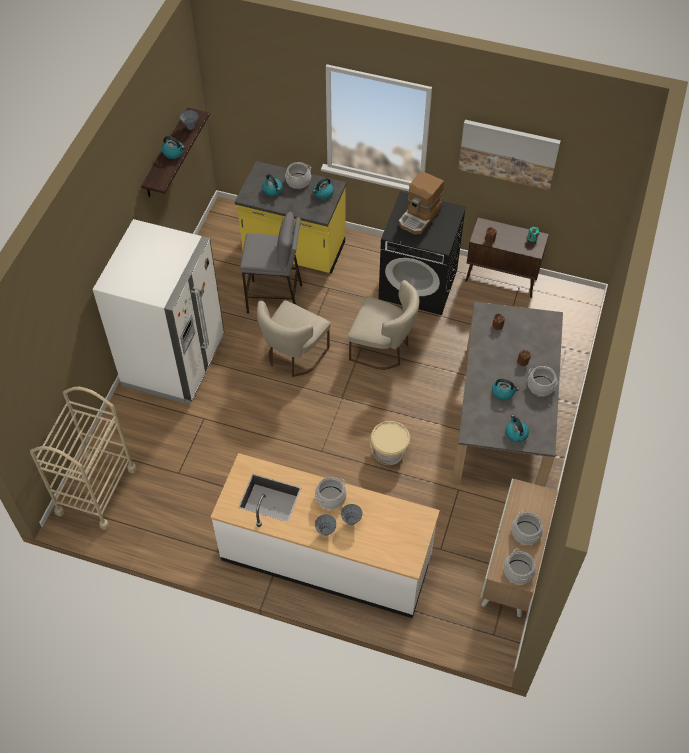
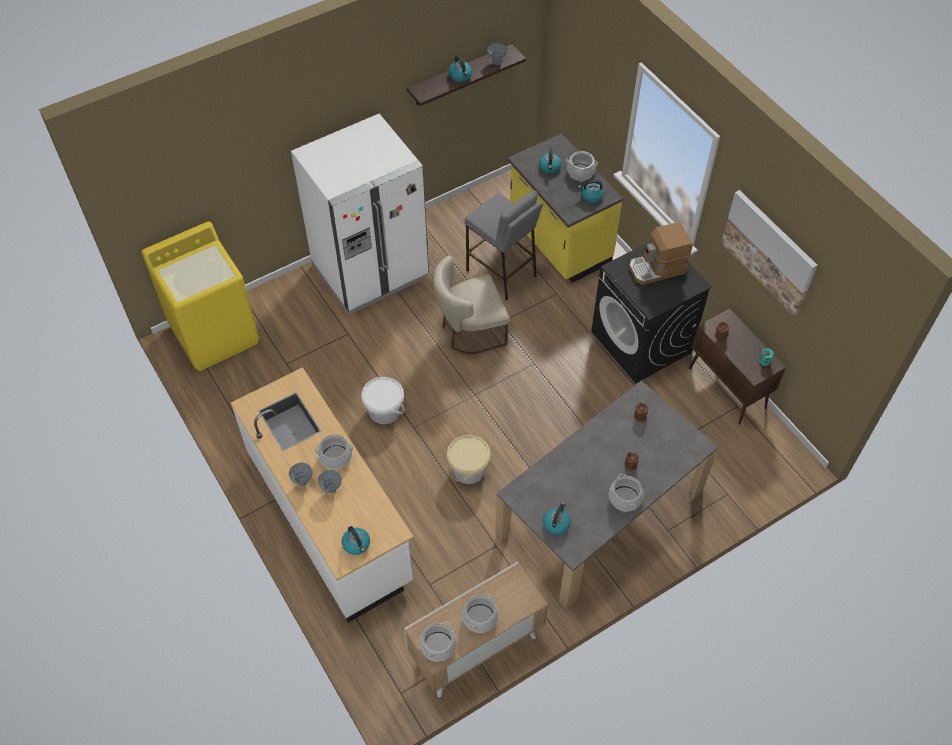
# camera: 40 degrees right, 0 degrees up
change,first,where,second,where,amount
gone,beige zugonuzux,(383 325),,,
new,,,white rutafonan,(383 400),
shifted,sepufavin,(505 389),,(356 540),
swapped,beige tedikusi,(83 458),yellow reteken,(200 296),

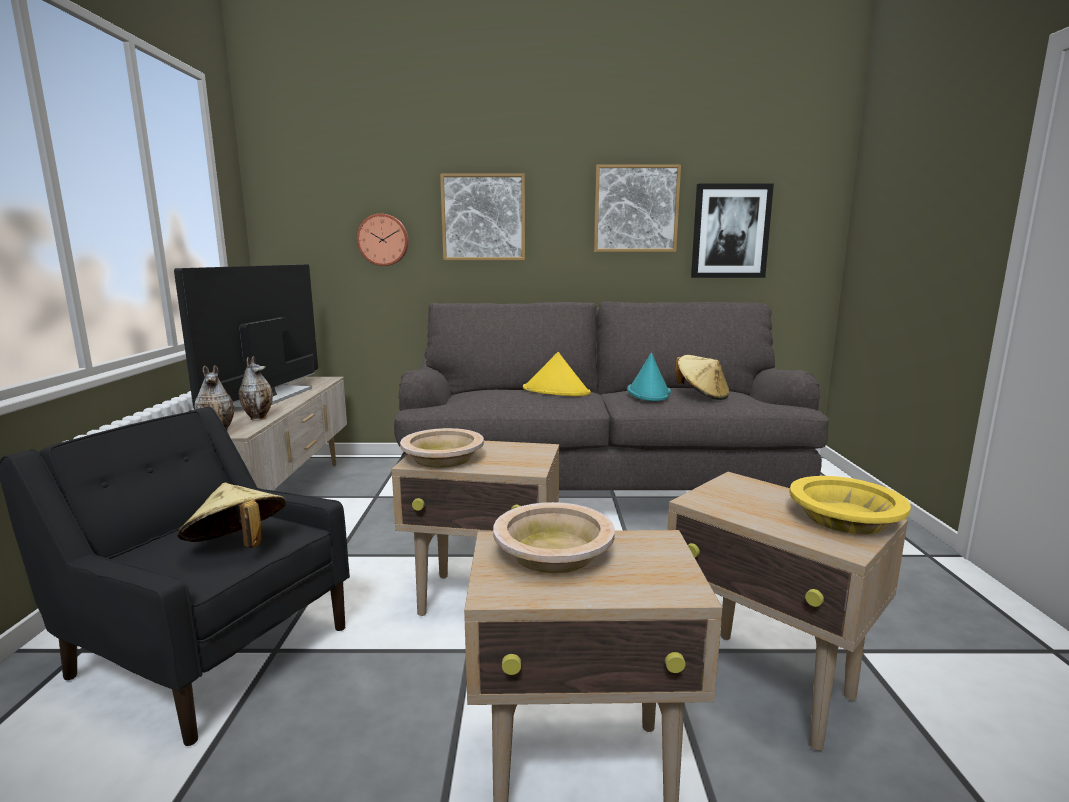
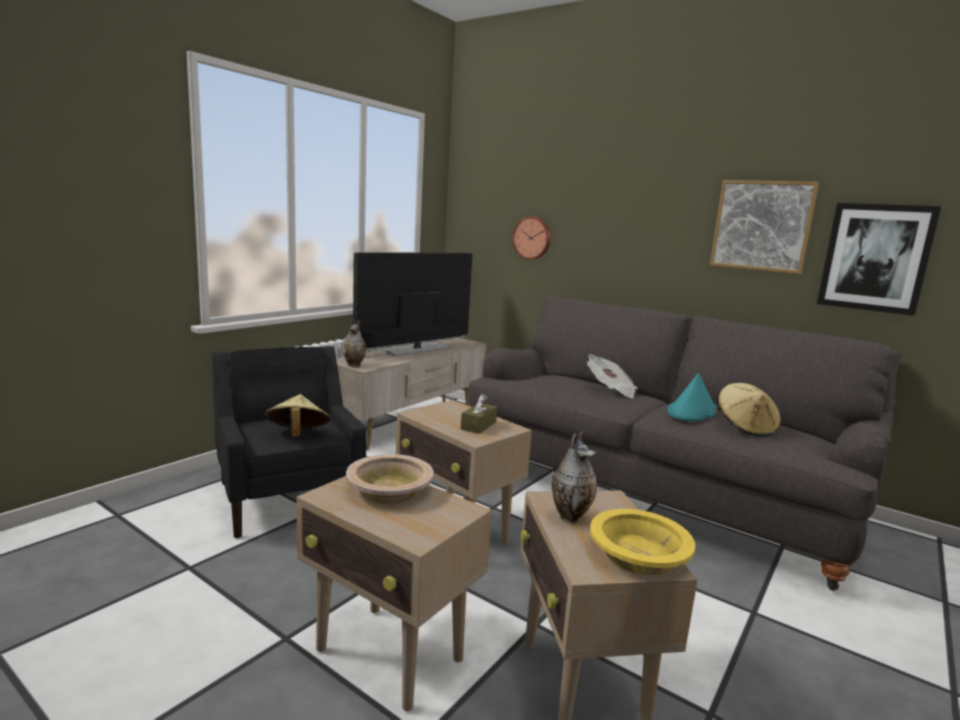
# camera: 35 degrees right, 0 degrees up
change,first,where,second,where,amount
gone,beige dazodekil,(442 448),,,
gone,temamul,(482 216),,,
new,,,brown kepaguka,(479 414),
shifted,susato,(255 388),,(574 477),
swapped,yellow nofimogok,(557 374),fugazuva,(612 376),

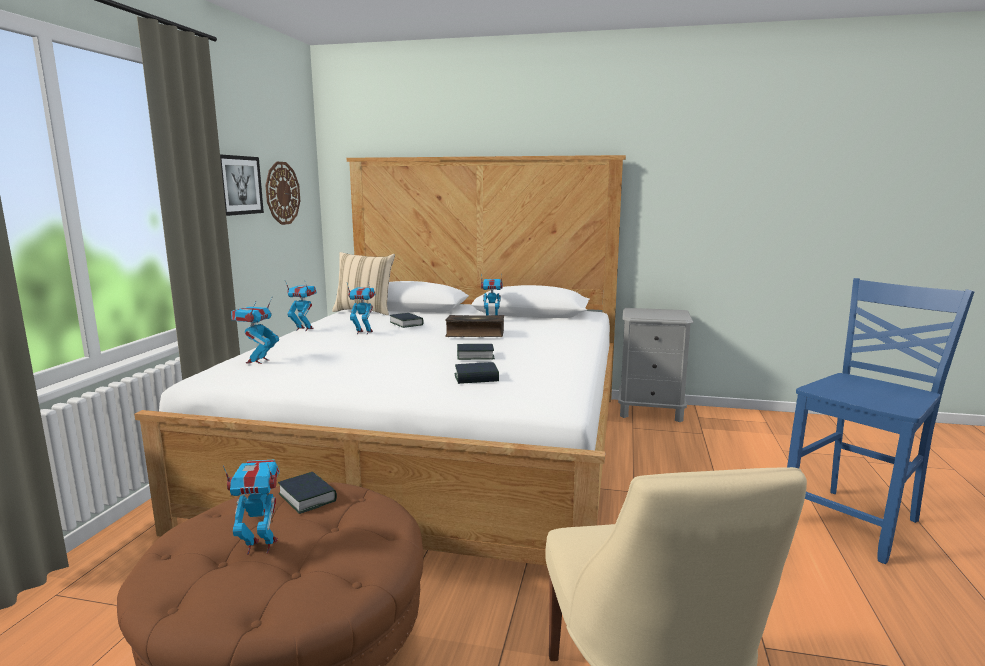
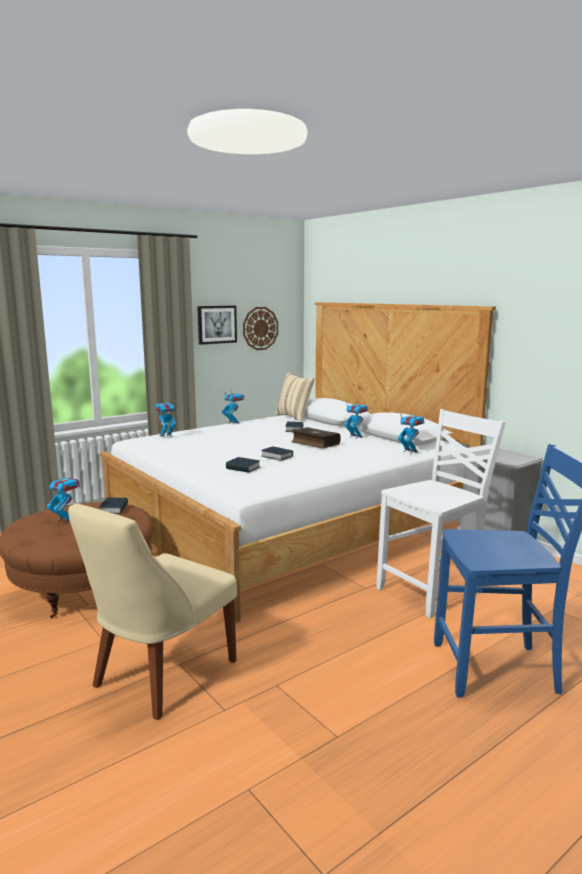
# camera: 40 degrees right, 0 degrees up
change,first,where,second,where,amount
new,,,white zugonuzux,(441 513),
shifted,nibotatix,(361 308),,(411 432),

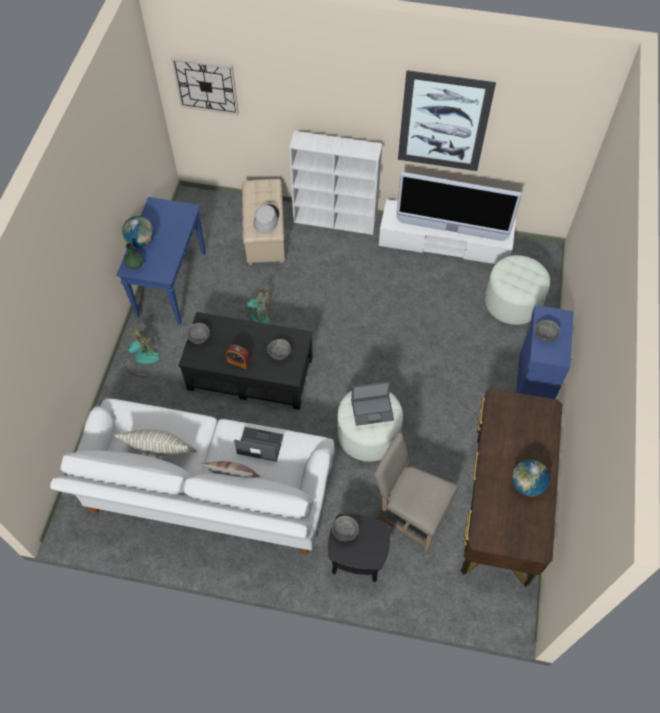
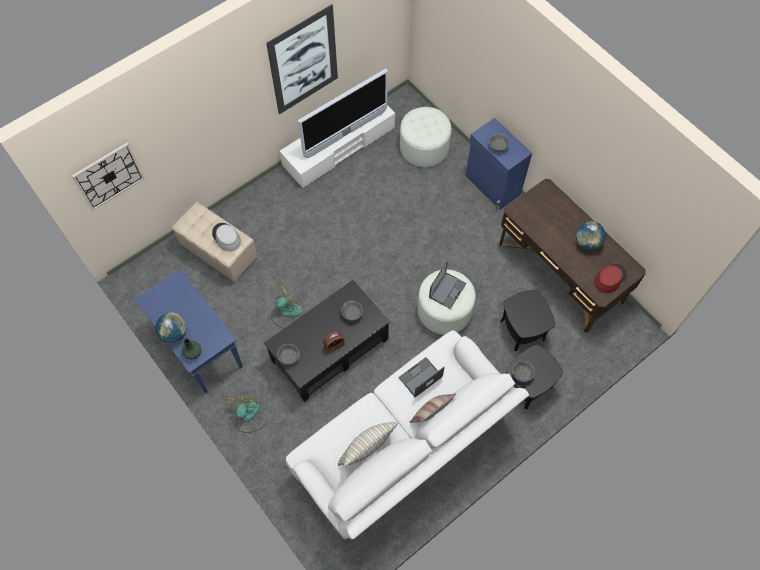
# camera: 50 degrees left, 5 degrees up
change,first,where,second,where,amount
gone,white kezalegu,(335 183),,,
new,,,red nofimogok,(610 278),
swapped,beige zugonuzux,(416 492),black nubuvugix,(527 320),

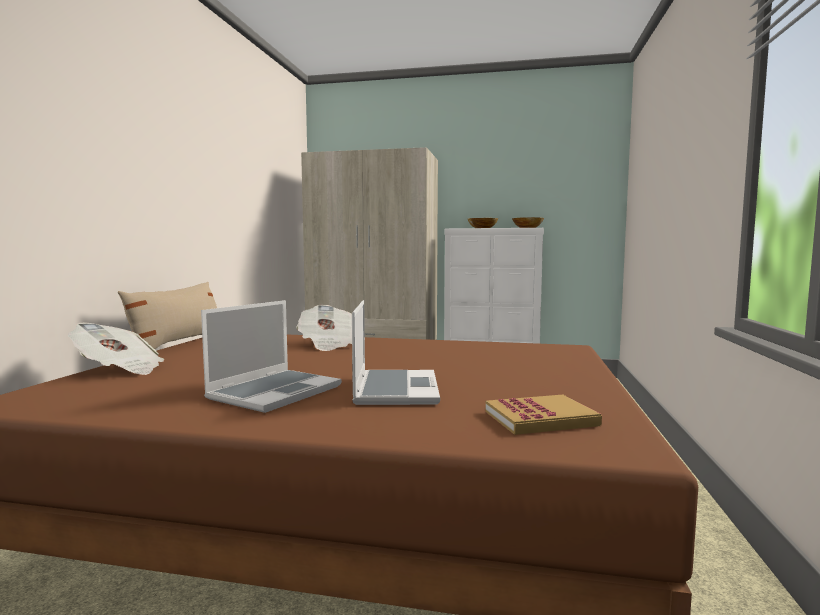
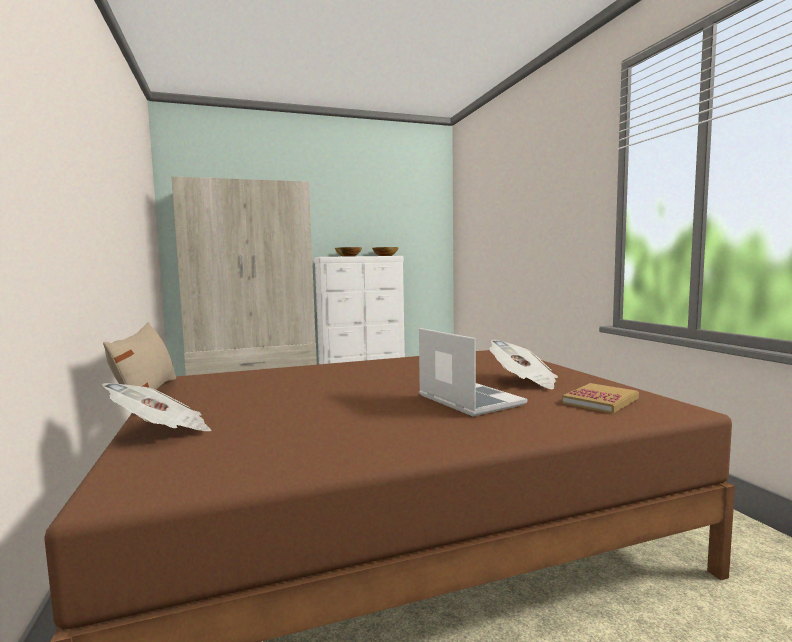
# camera: 30 degrees left, 0 degrees up
change,first,where,second,where,amount
gone,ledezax,(271 356),,,
shifted,fugazuva,(324 328),,(523 365),

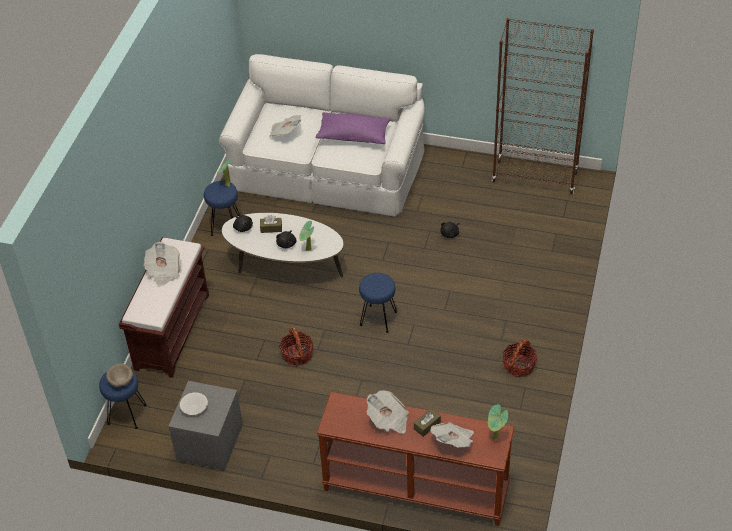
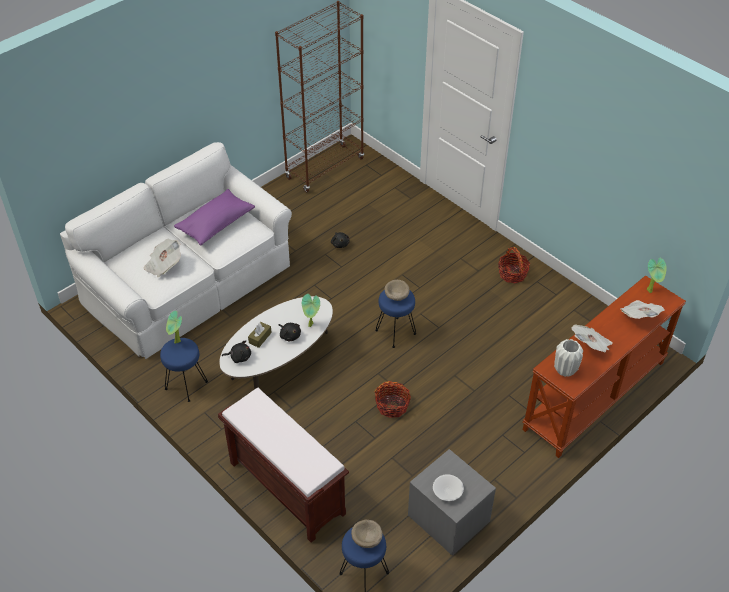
# camera: 60 degrees left, 0 degrees up
change,first,where,second,where,amount
gone,fugazuva,(162 264),,,
gone,brown kepaguka,(427 422),,,
new,,,beige dazodekil,(397 290),
new,,,white susato,(568 358),

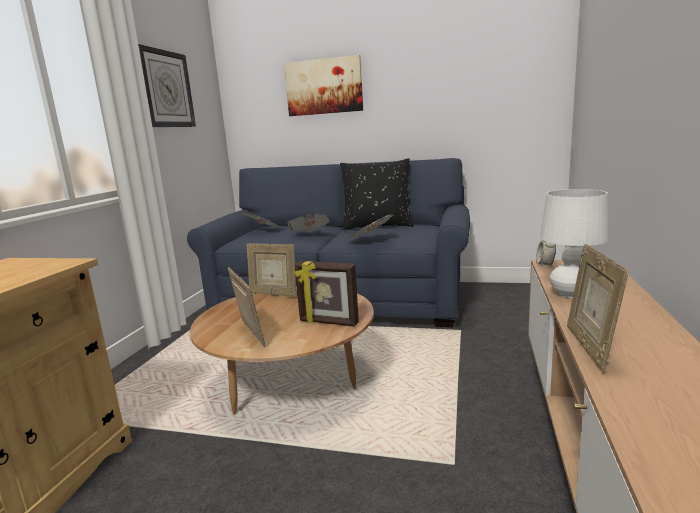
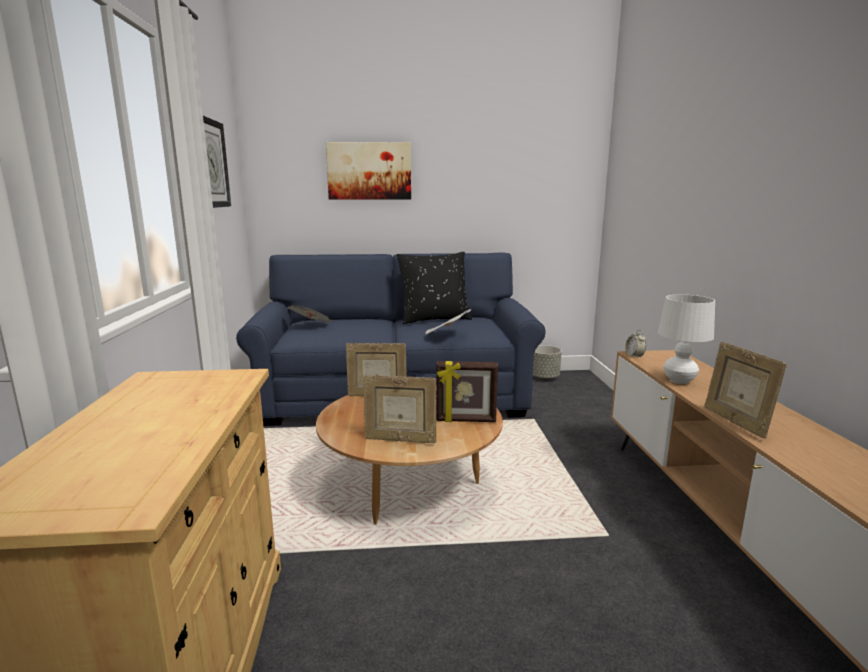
# camera: 20 degrees left, 0 degrees up
change,first,where,second,where,amount
gone,fugazuva,(308 222),,,
new,,,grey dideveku,(547 362),
rotated,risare,(247 307),,(399 409),150 degrees clockwise

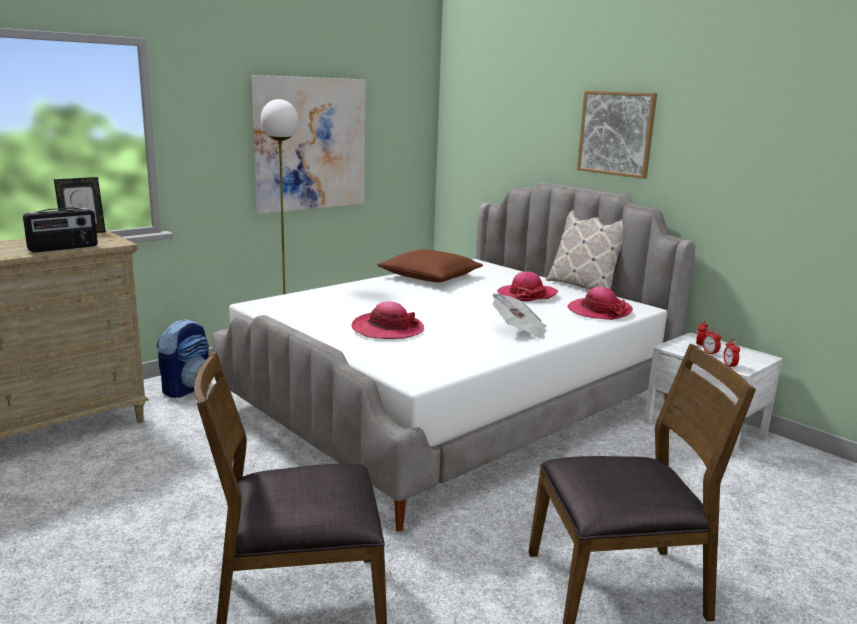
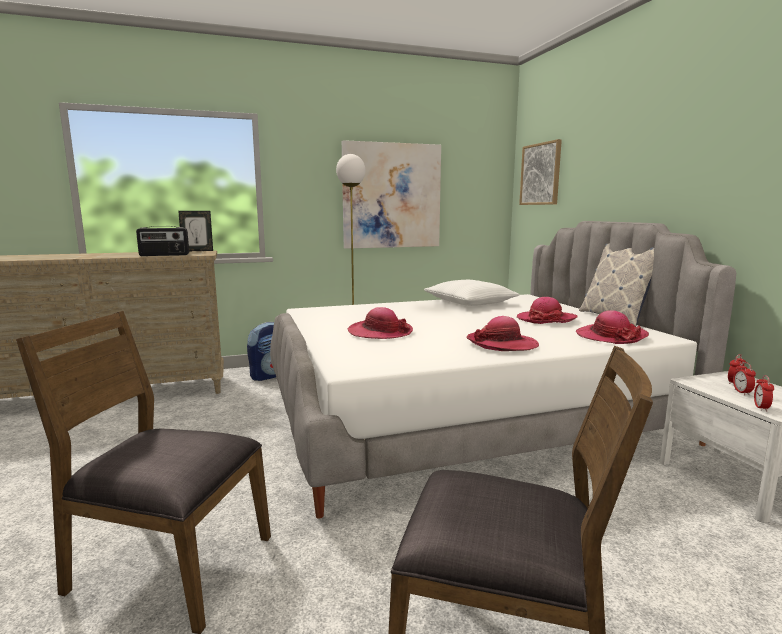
# camera: 25 degrees right, 5 degrees down
change,first,where,second,where,amount
shifted,temamul,(617 135),,(540 172),
swapped,fugazuva,(519 316),nofimogok,(502 333),
repainted,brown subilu,(430 266),white subilu,(472 293),

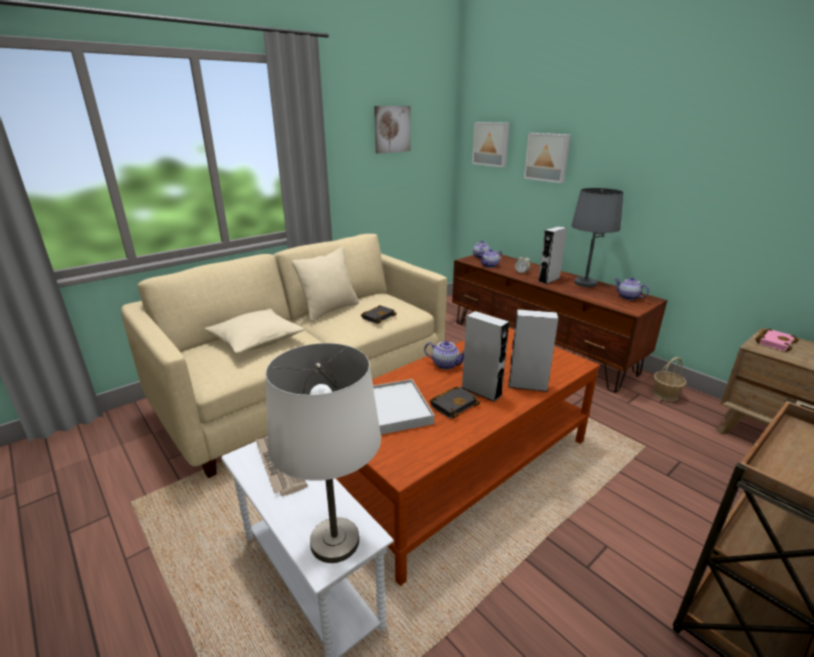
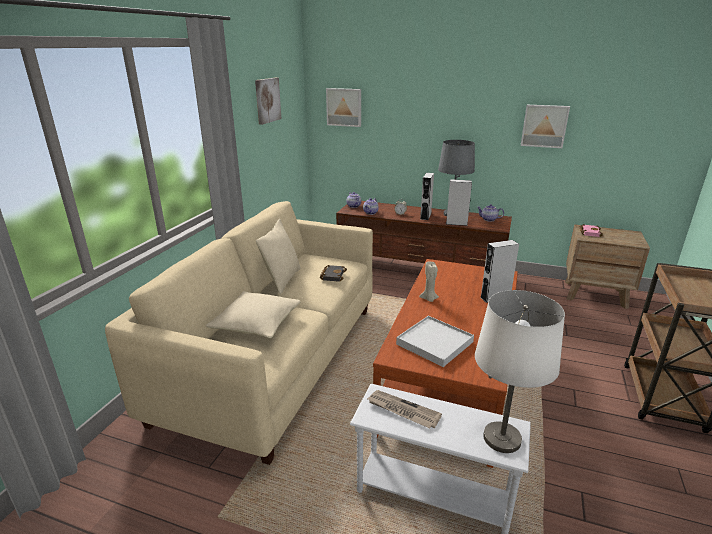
# camera: 30 degrees left, 0 degrees up
change,first,where,second,where,amount
gone,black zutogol,(455 403),,,
gone,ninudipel,(669 379),,,
shifted,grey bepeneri,(485 356),,(459 202),
shifted,temamul,(547 158),,(545 126),
swapped,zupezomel,(444 355),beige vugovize,(429 282),

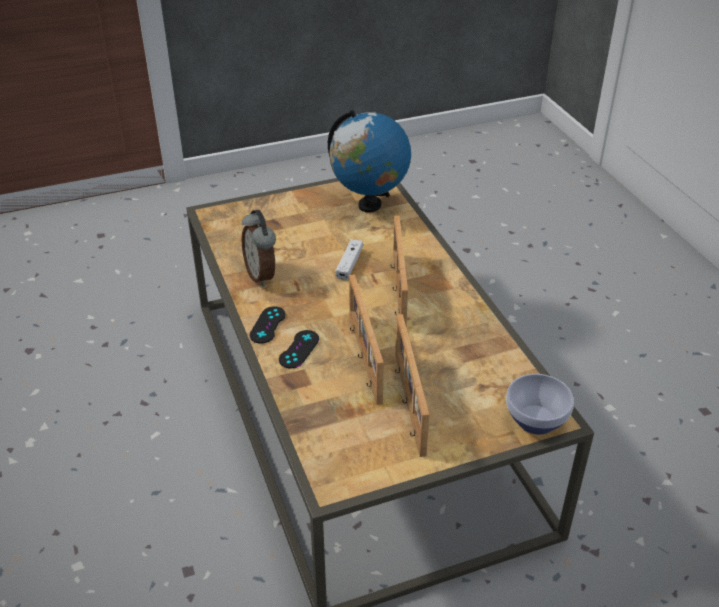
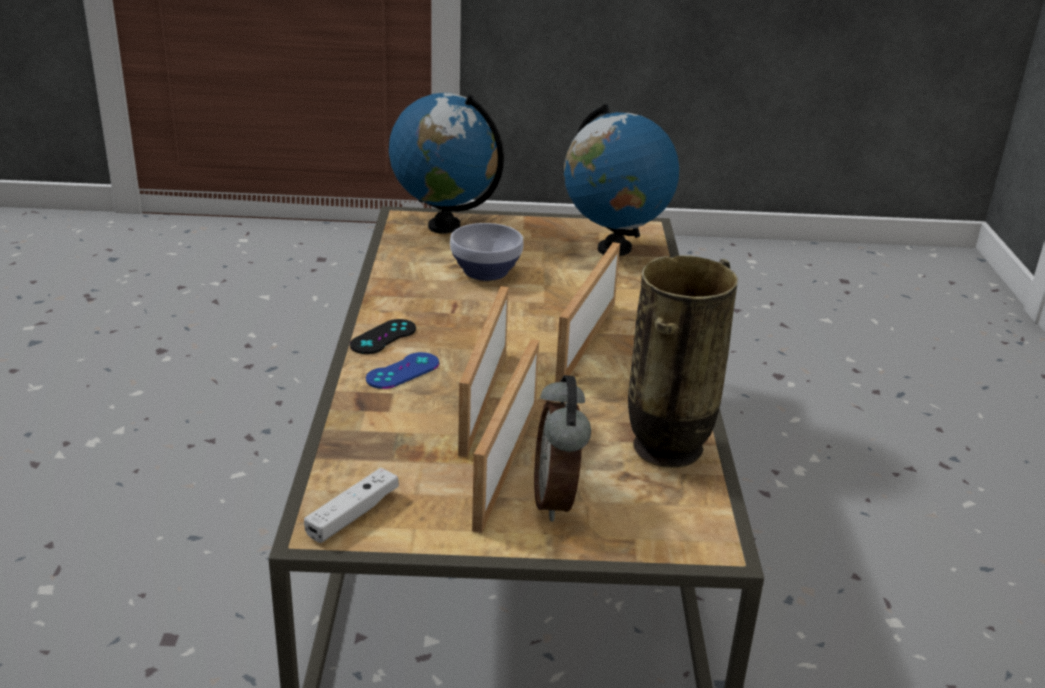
# camera: 20 degrees right, 10 degrees down
change,first,where,second,where,amount
new,,,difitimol,(446 163),
new,,,susato,(683 362),
shifted,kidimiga,(259 248),,(562 448),
shifted,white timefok,(349 259),,(351 505),
shifted,dazodekil,(540 404),,(487 252),
repainted,black timefok,(299 349),blue timefok,(402 370),

